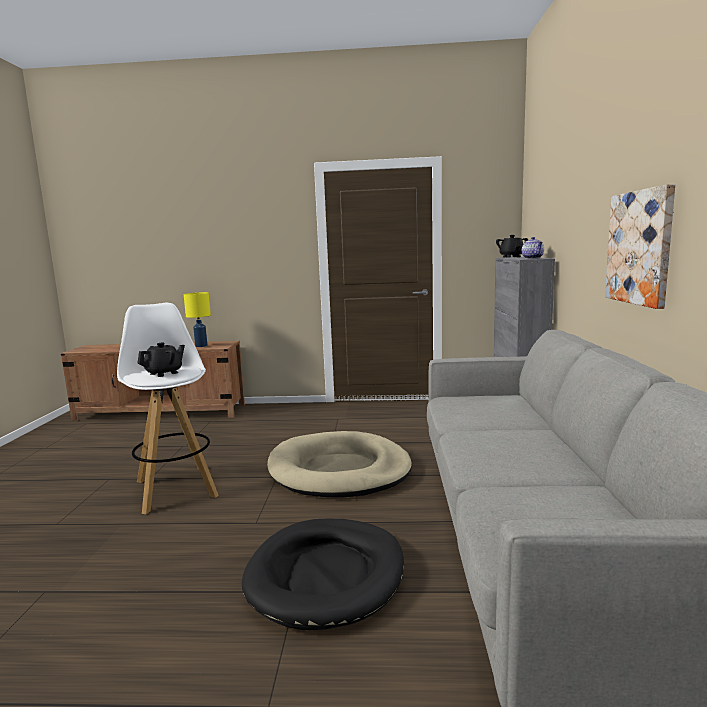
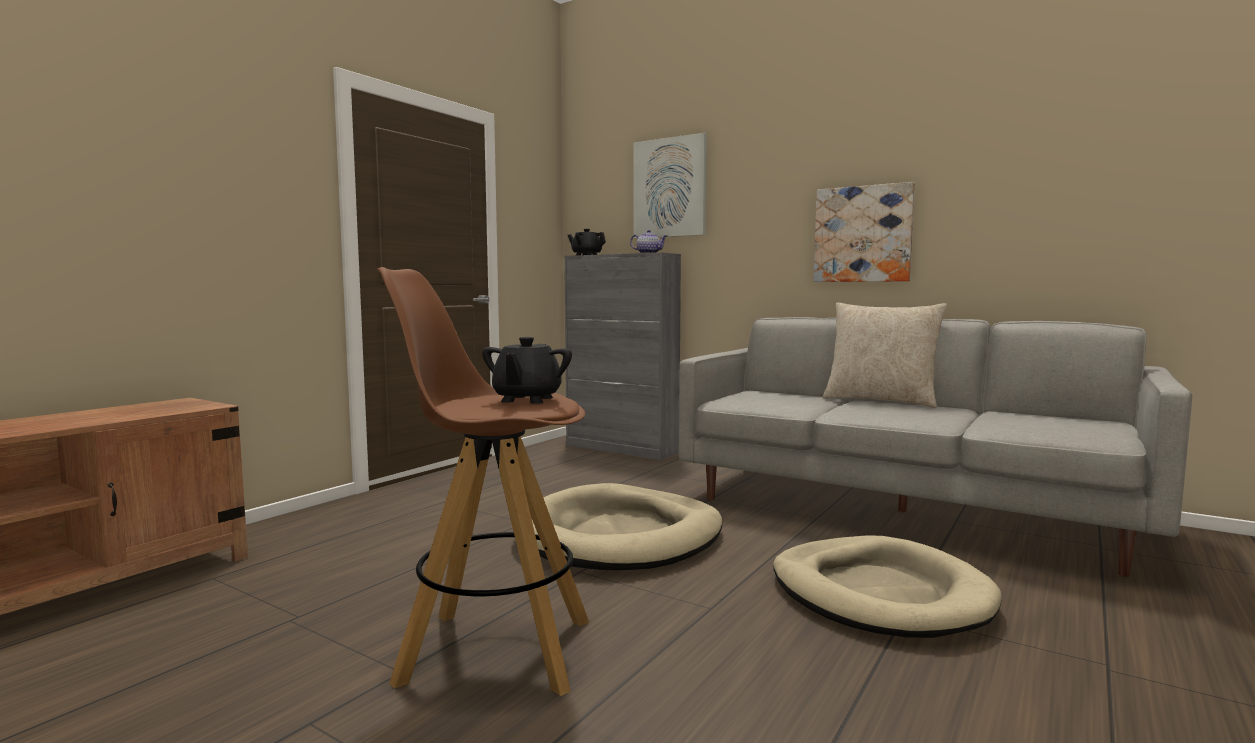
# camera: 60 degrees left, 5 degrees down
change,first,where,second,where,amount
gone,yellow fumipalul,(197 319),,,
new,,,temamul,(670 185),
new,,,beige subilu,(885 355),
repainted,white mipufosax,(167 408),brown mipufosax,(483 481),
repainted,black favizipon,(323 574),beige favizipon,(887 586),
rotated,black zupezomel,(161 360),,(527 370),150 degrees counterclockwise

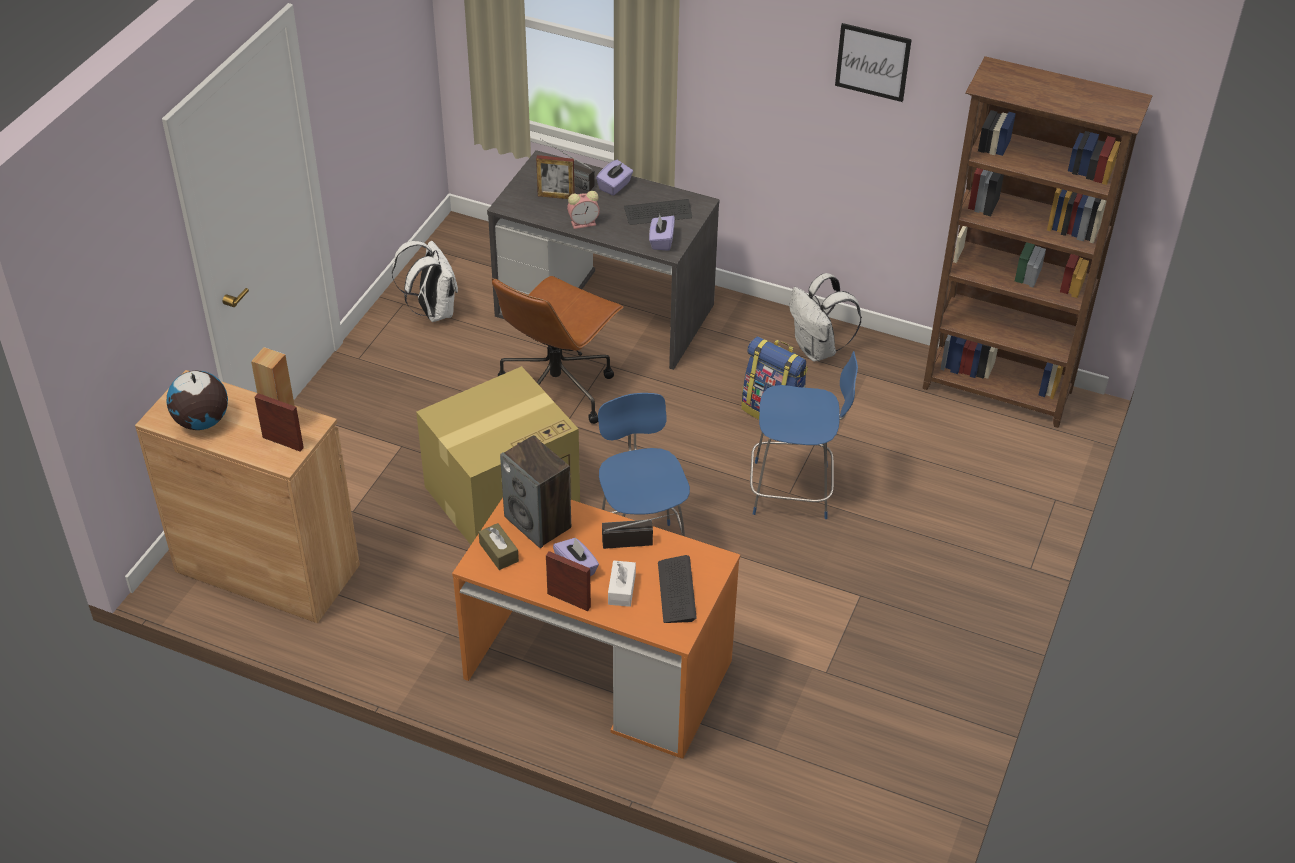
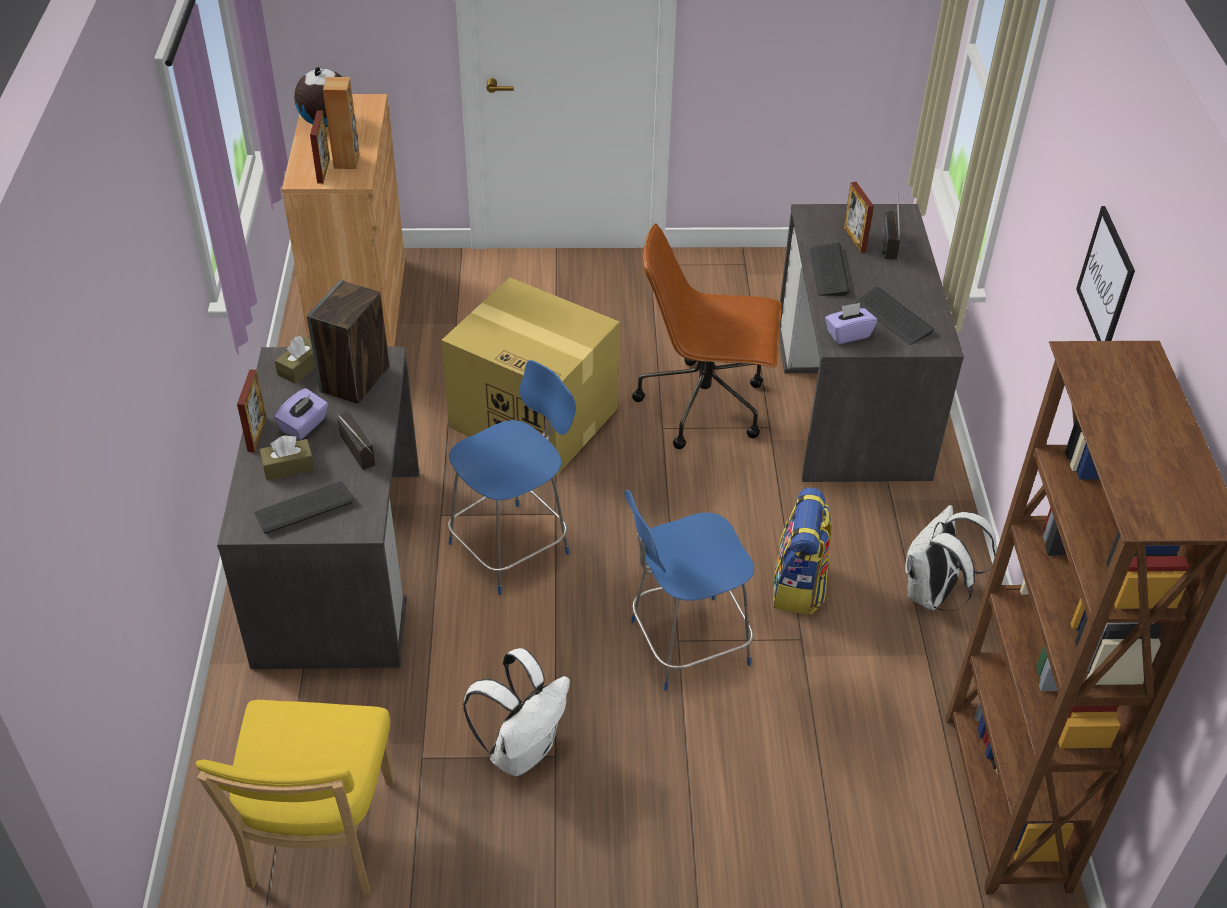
# camera: 65 degrees right, 0 degrees up
change,first,where,second,where,amount
gone,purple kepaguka,(614 178),,,
new,,,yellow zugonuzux,(295 798),
shifted,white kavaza,(425 281),,(516 712),
swapped,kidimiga,(583 210),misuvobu,(830 269),
repainted,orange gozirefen,(596 628),grey gozirefen,(318 507),
repainted,white kepaguka,(622 584),brown kepaguka,(287 457),
rotated,blue zugonuzux,(804 435),,(689 590),90 degrees clockwise

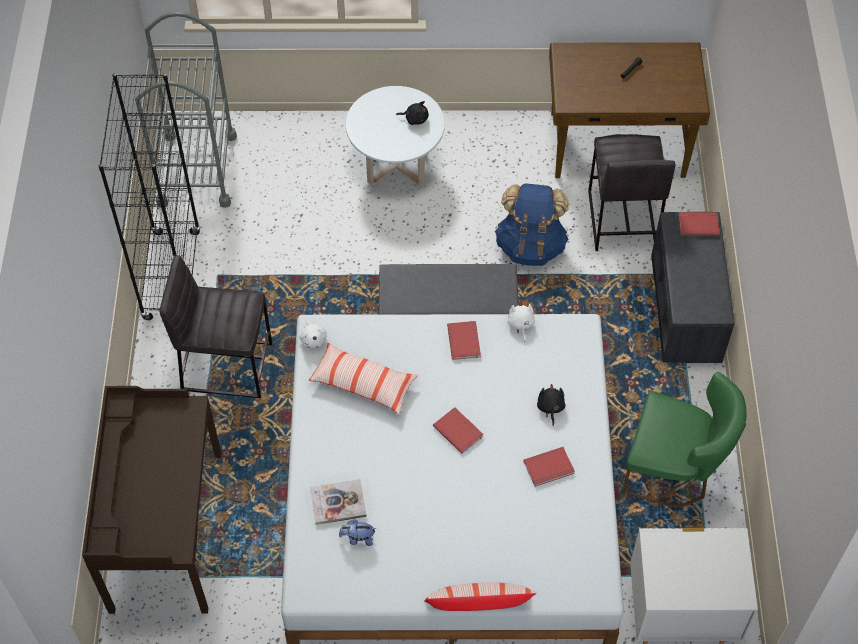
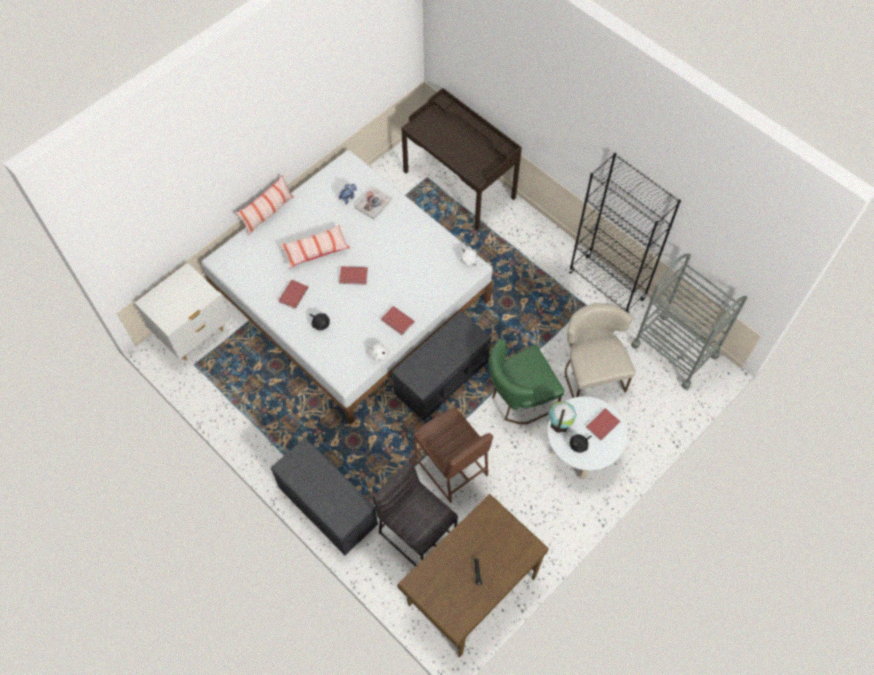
# camera: 135 degrees right, 5 degrees up
change,first,where,second,where,amount
gone,grey mipufosax,(215 326),,,
new,,,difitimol,(562 417),
new,,,beige zugonuzux,(600 350),
shifted,subilu,(363 378),,(314 247),
shifted,green zugonuzux,(684 439),,(526 381),
shifted,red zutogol,(699 224),,(603 424),
swapped,blue kavaza,(532 224),brown mipufosax,(453 454),

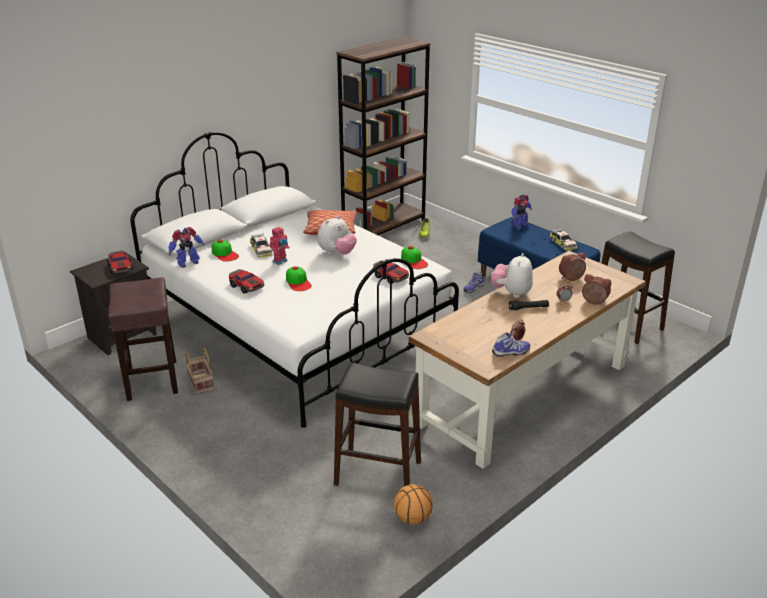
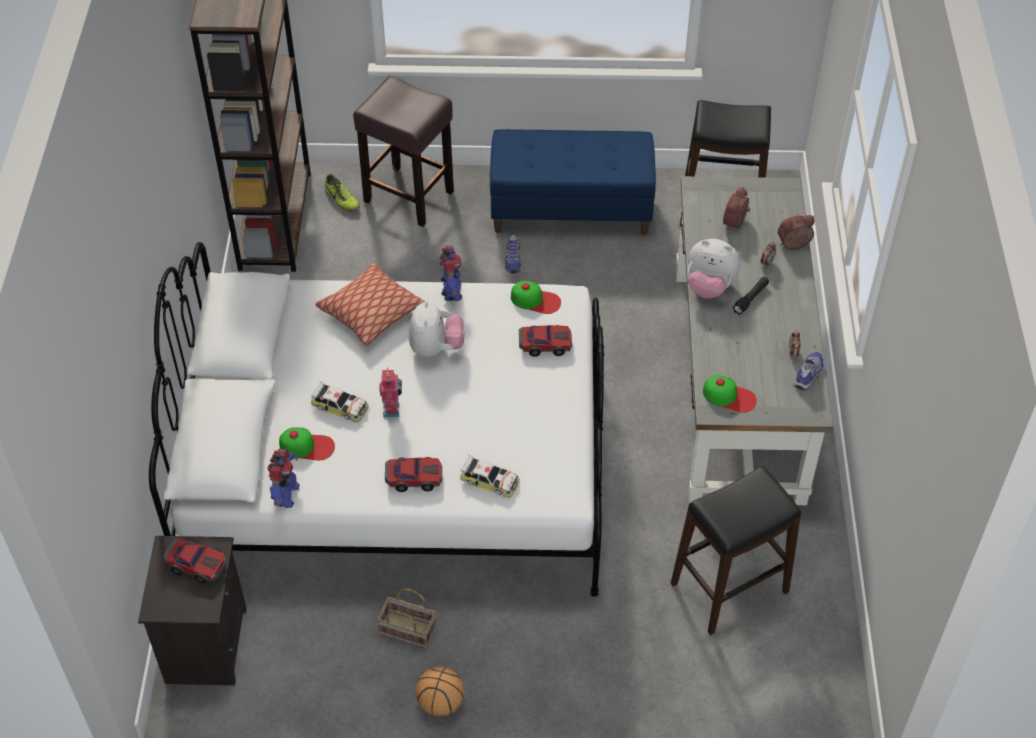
# camera: 45 degrees left, 20 degrees up
change,first,where,second,where,amount
shifted,brown mipufosax,(143 339),,(403 151),
shifted,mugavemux,(299 278),,(730 394),
shifted,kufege,(413 504),,(440 691),
shifted,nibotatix,(521 212),,(450 273),
shifted,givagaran,(563 240),,(490 476),
repainted,brown gozirefen,(527 360),grey gozirefen,(755 340),
rotated,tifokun,(512 275),,(713 269),45 degrees counterclockwise

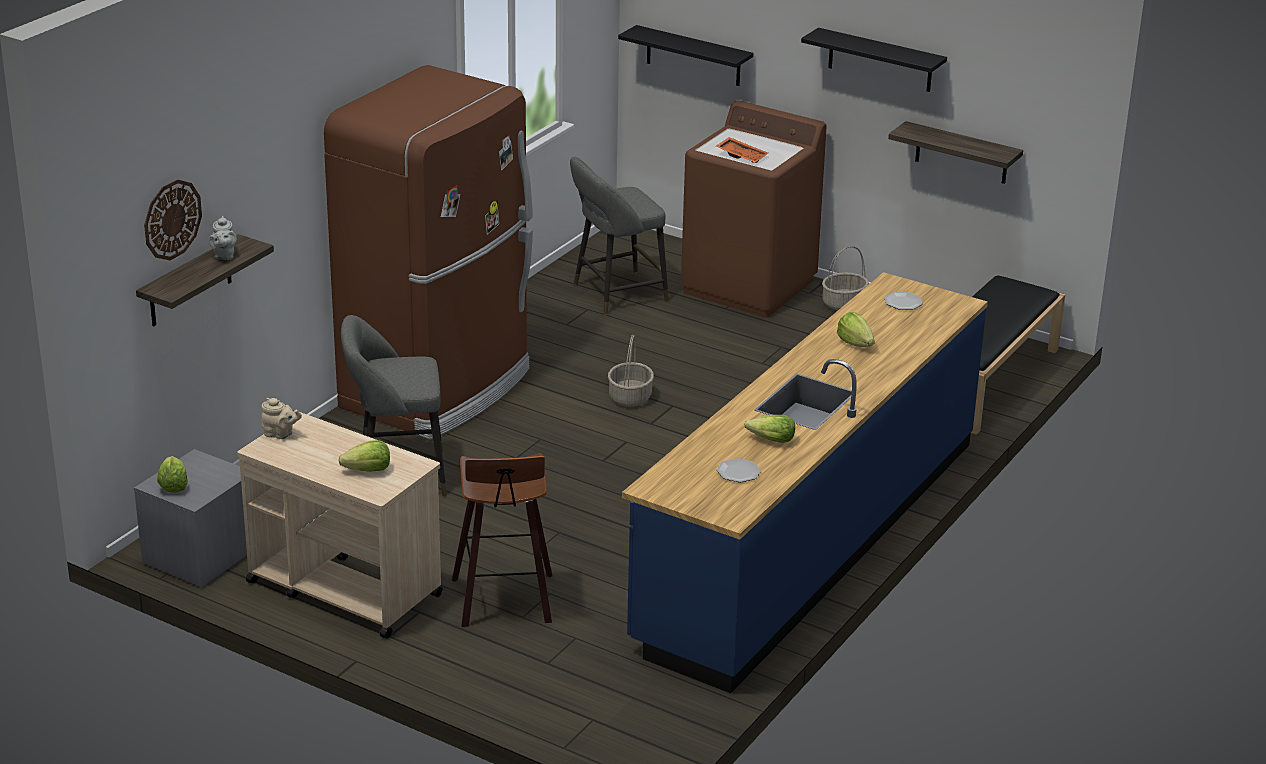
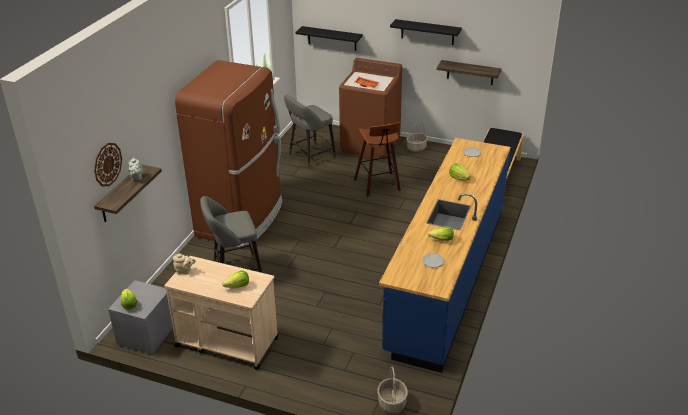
# camera: 10 degrees left, 5 degrees up
change,first,where,second,where,amount
shifted,mipufosax,(502 540),,(377 159),
shifted,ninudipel,(631 371),,(392 389),

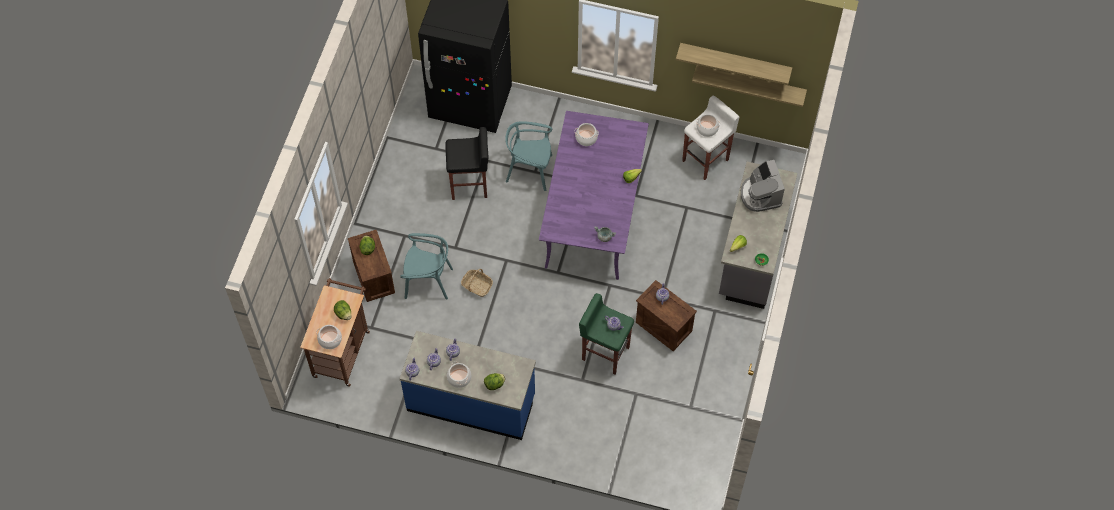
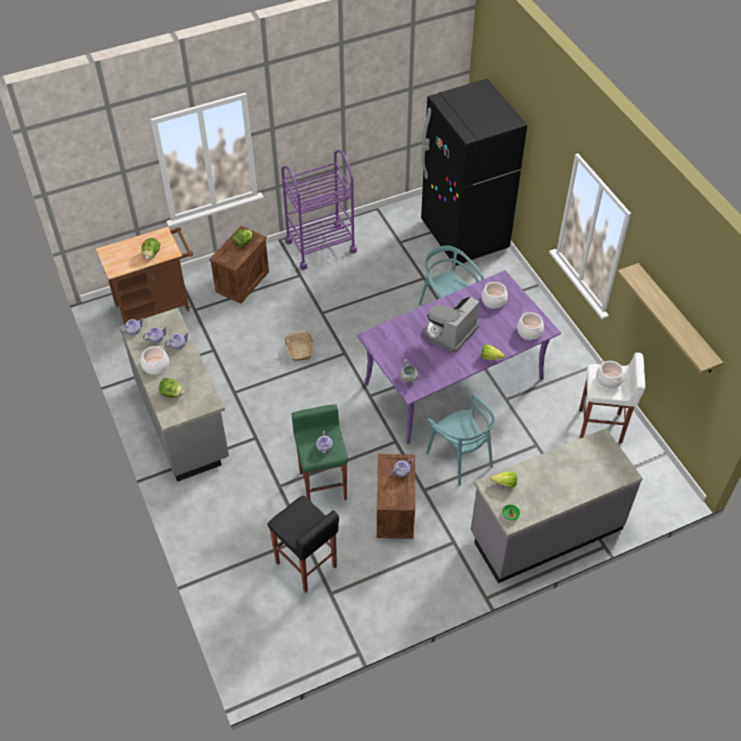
# camera: 50 degrees right, 10 degrees down
change,first,where,second,where,amount
gone,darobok,(749 86),,,
new,,,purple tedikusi,(319 210),
shifted,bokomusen,(329 337),,(530 326),
shifted,turquoise zugonuzux,(426 266),,(460 440),
shifted,black mipufosax,(466 163),,(303 544),
shifted,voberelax,(763 186),,(452 324),
repainted,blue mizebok,(468 385),grey mizebok,(174 395),

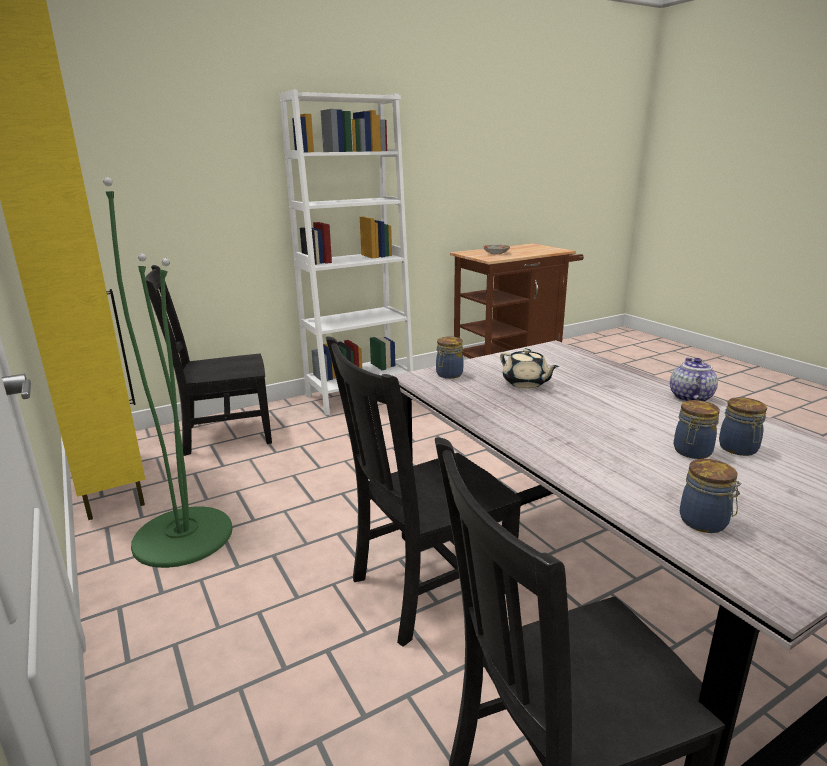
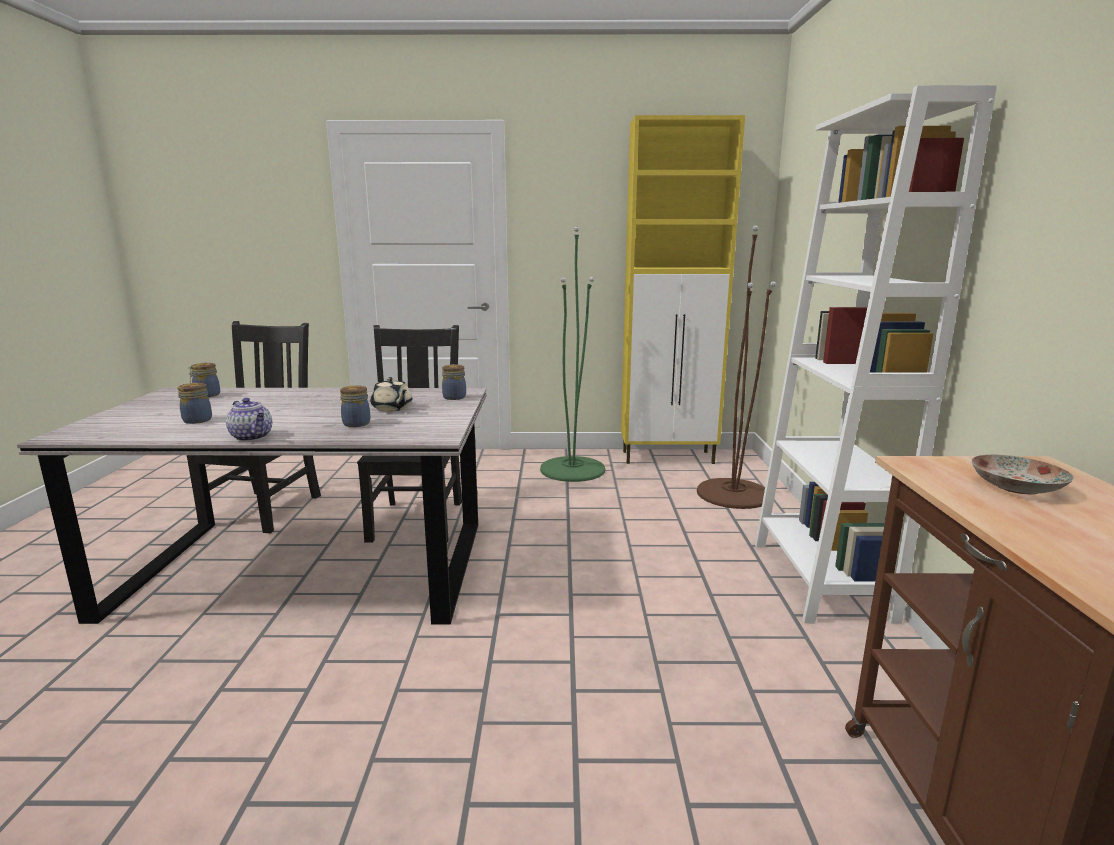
# camera: 120 degrees right, 5 degrees down
change,first,where,second,where,amount
shifted,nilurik,(697 429),,(355 406),
swapped,black zugonuzux,(208 360),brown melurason,(736 367),
rotated,beige zupezomel,(529 368),,(391 394),120 degrees counterclockwise

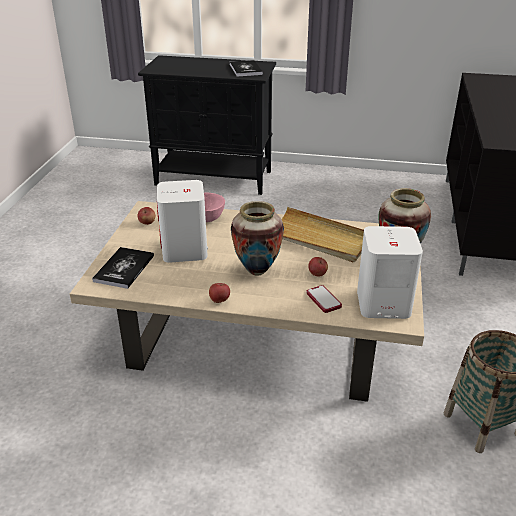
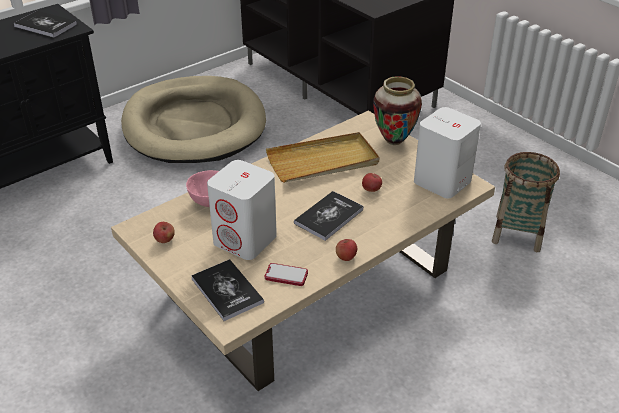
# camera: 50 degrees left, 5 degrees up
change,first,where,second,where,amount
new,,,beige favizipon,(193 119),
shifted,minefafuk,(324 299),,(286 274),
swapped,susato,(257 238),zutogol,(329 216),

